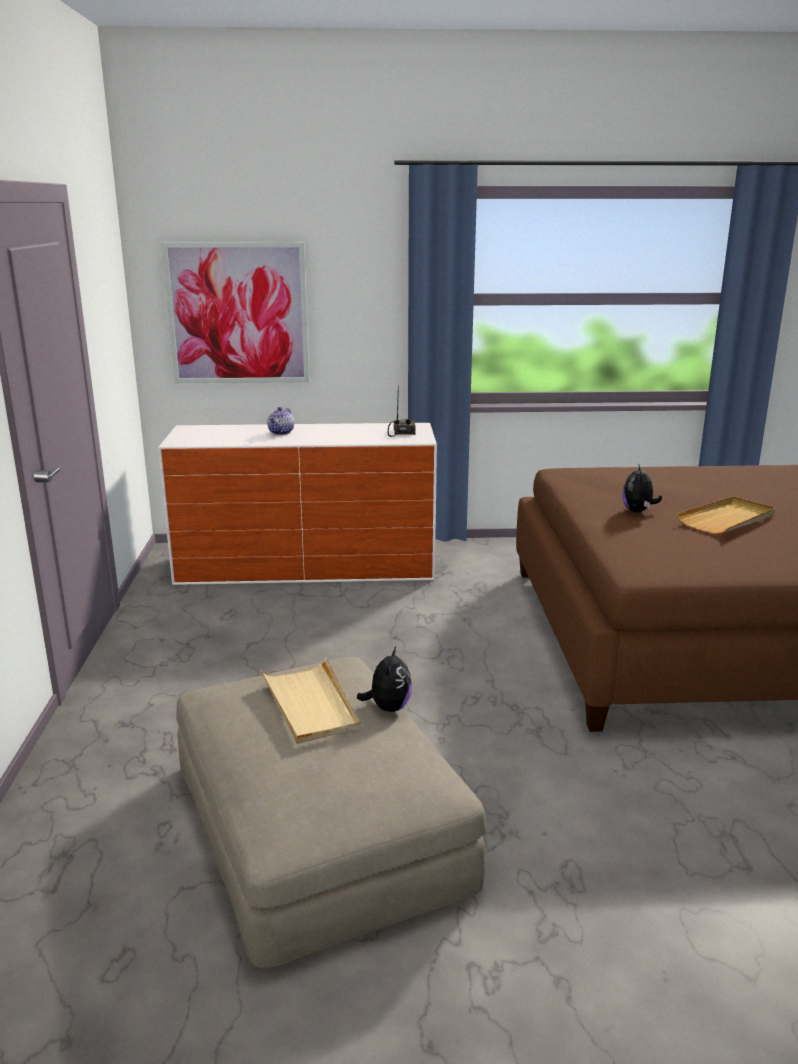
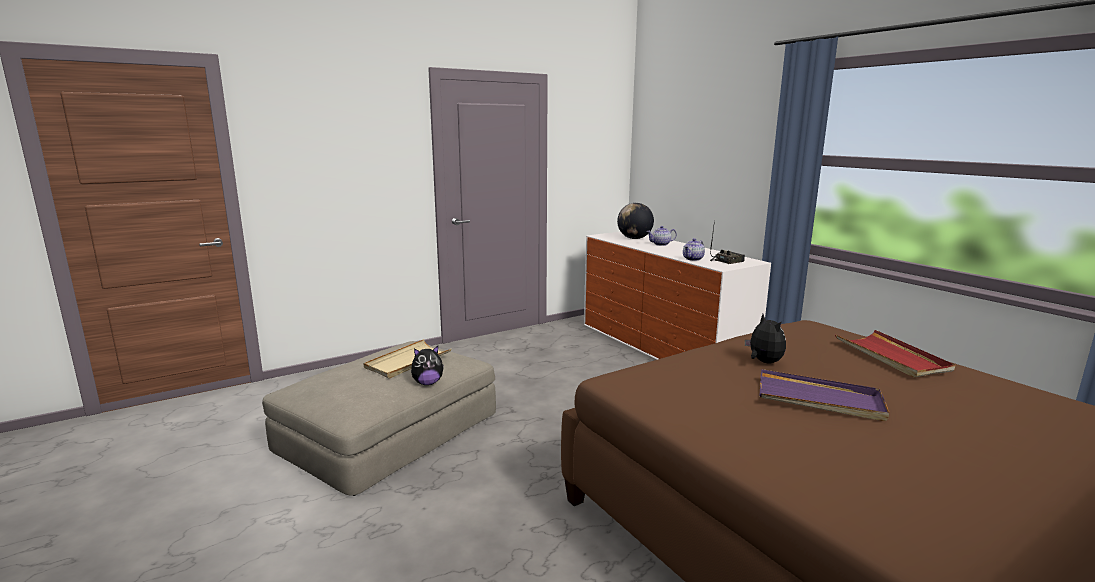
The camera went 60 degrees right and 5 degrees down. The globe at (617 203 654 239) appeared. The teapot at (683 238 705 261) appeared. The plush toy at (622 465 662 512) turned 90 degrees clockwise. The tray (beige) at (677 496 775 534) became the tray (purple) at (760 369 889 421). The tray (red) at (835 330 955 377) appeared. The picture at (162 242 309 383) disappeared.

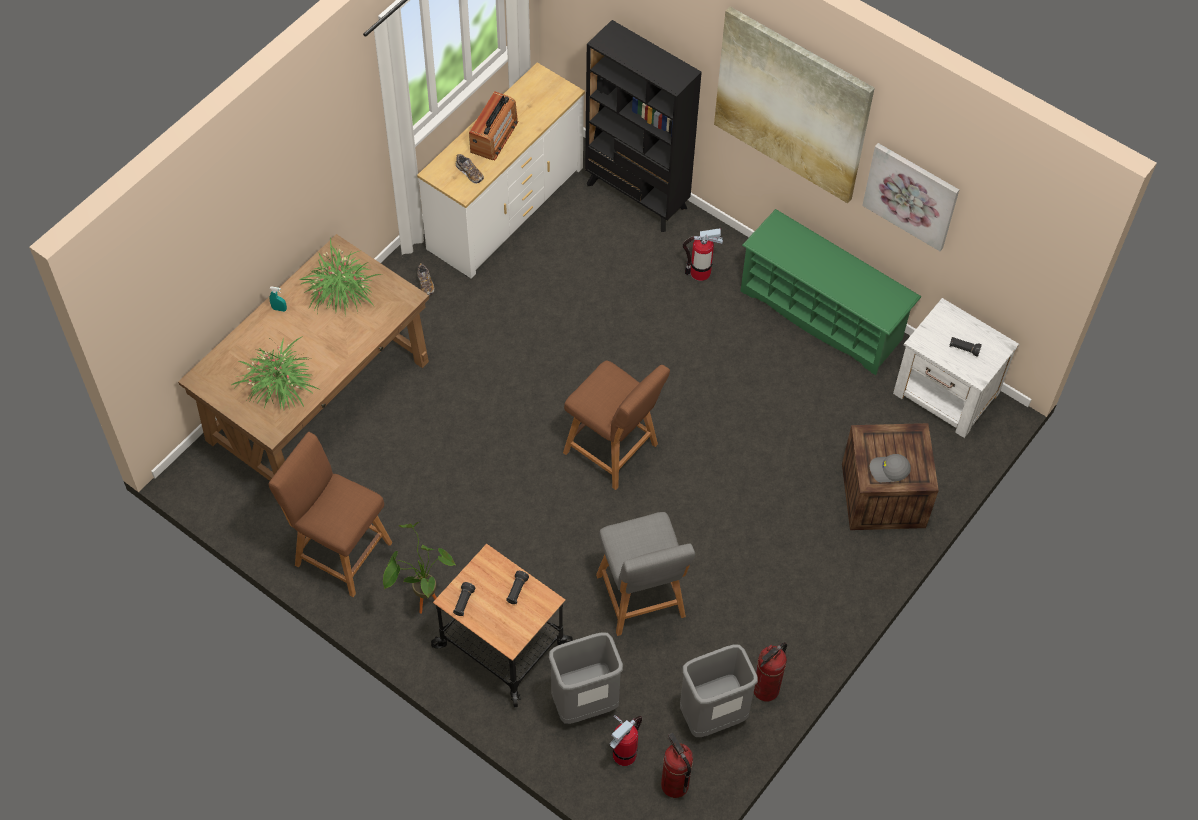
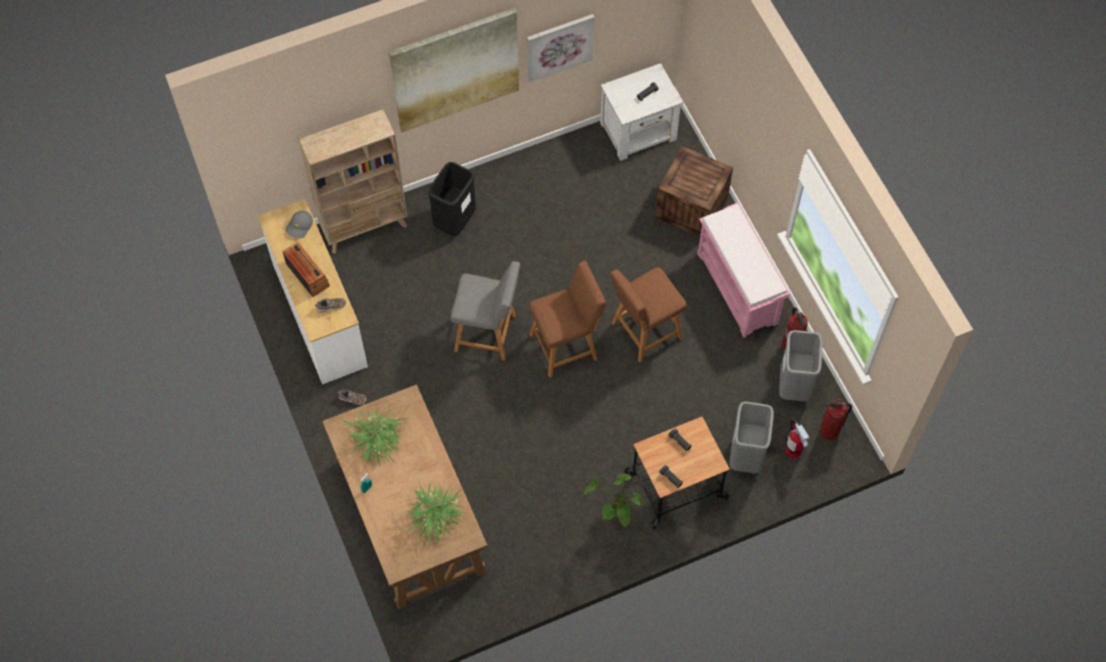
The camera went 60 degrees left and 5 degrees up. The cap (grey) moved from (870 454 911 482) to (286 211 313 238). The bookcase (black) at (585 20 702 232) became the bookcase (beige) at (298 109 407 254). The fire extinguisher at (683 228 723 281) was replaced by the trash can (black) at (428 162 476 236). The stool (grey) moved from (596 512 695 636) to (451 261 520 361). The stool (brown) moved from (268 432 392 597) to (610 267 687 363). The bench (pink) at (697 202 790 338) appeared. The shoe rack (green) at (740 209 921 375) disappeared.

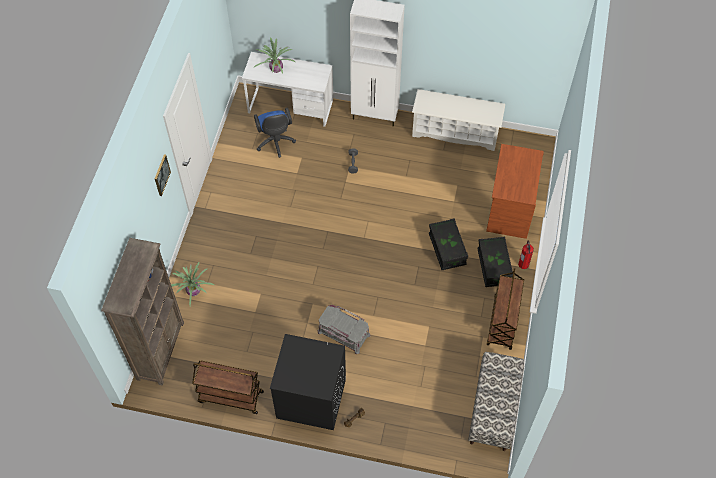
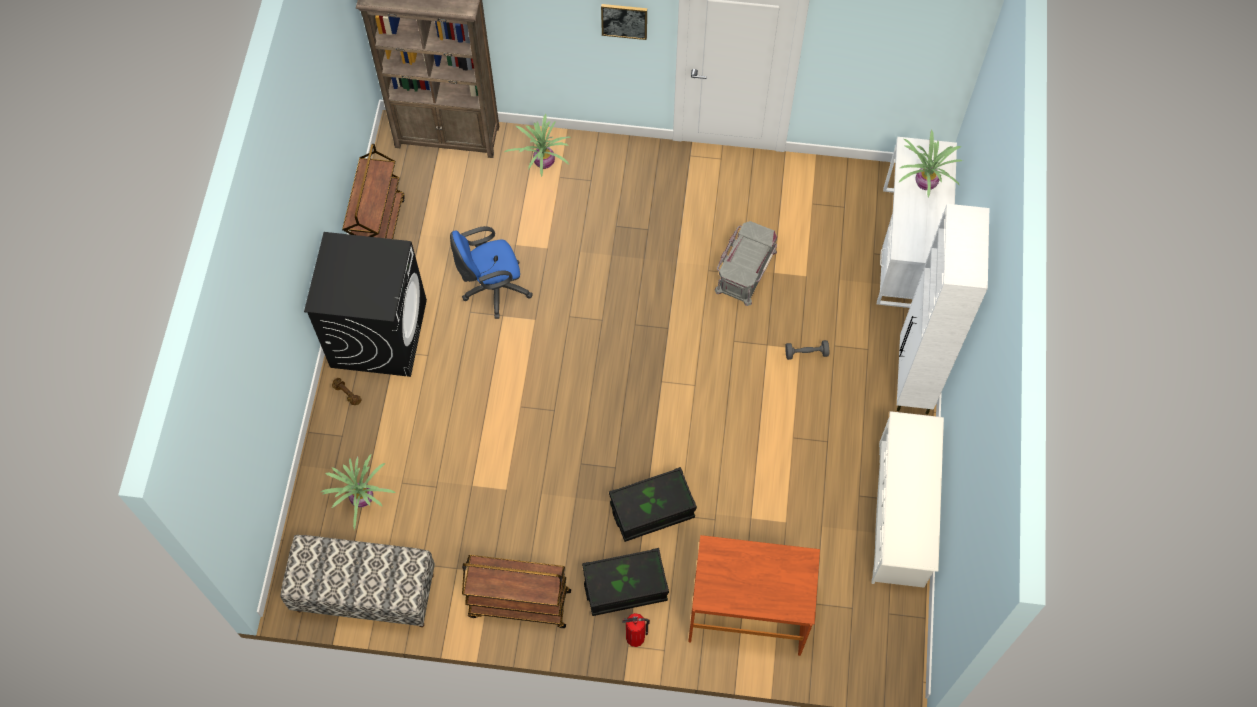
The camera went 85 degrees right and 5 degrees up. The potted plant at (321 454 396 531) appeared. The office chair (blue) moved from (254 108 296 158) to (450 226 533 319). The storage box (grey) moved from (318 305 370 354) to (715 221 777 306).

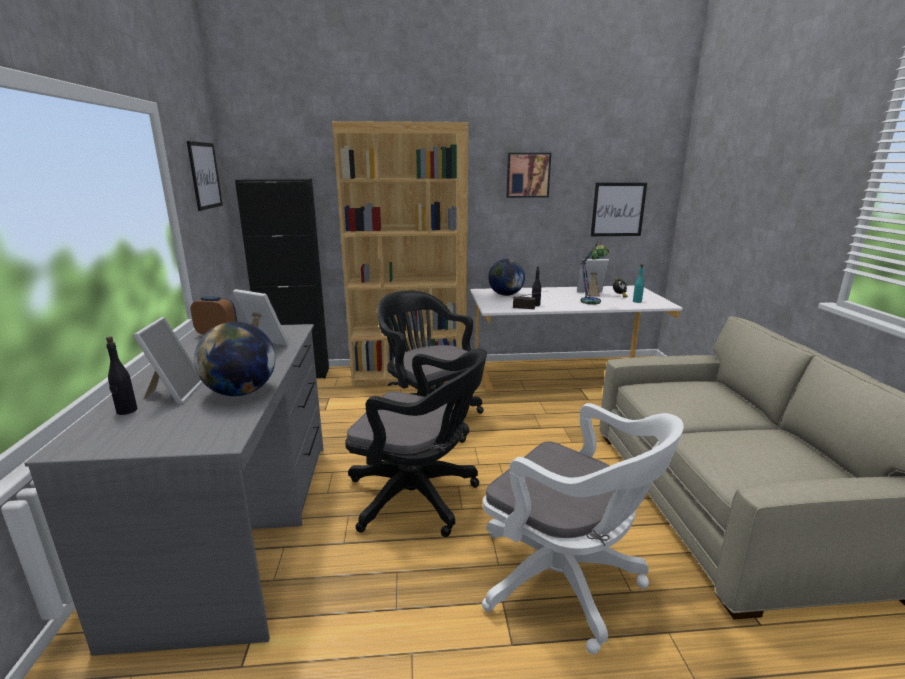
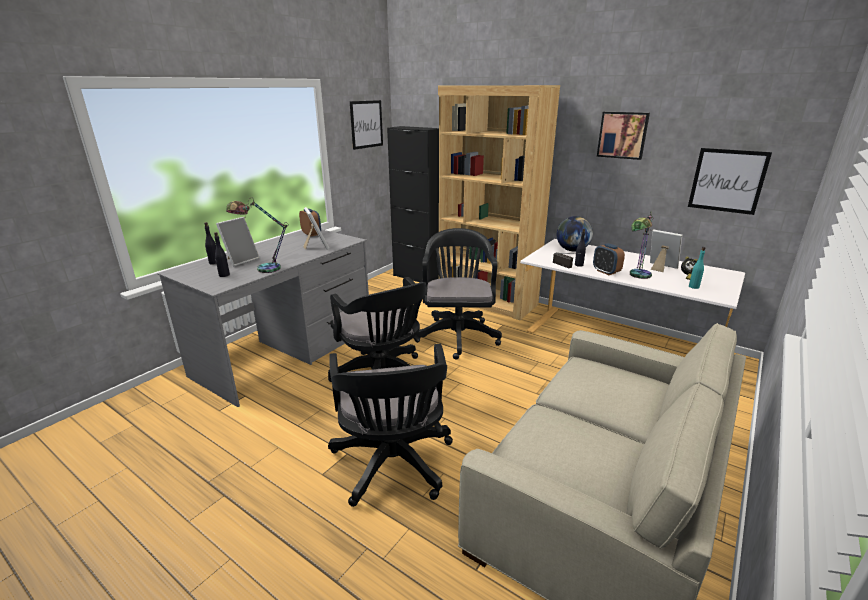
The camera went 40 degrees right and 5 degrees up. The bottle (black) at (214 232 230 277) appeared. The globe at (194 322 275 396) was replaced by the table lamp at (226 197 287 273). The office chair (white) at (482 403 684 654) became the office chair (black) at (328 344 453 507). The alarm clock at (593 243 625 275) appeared.

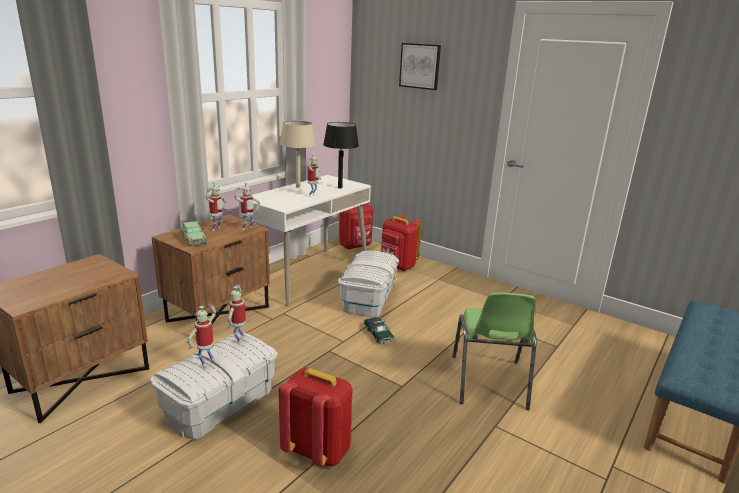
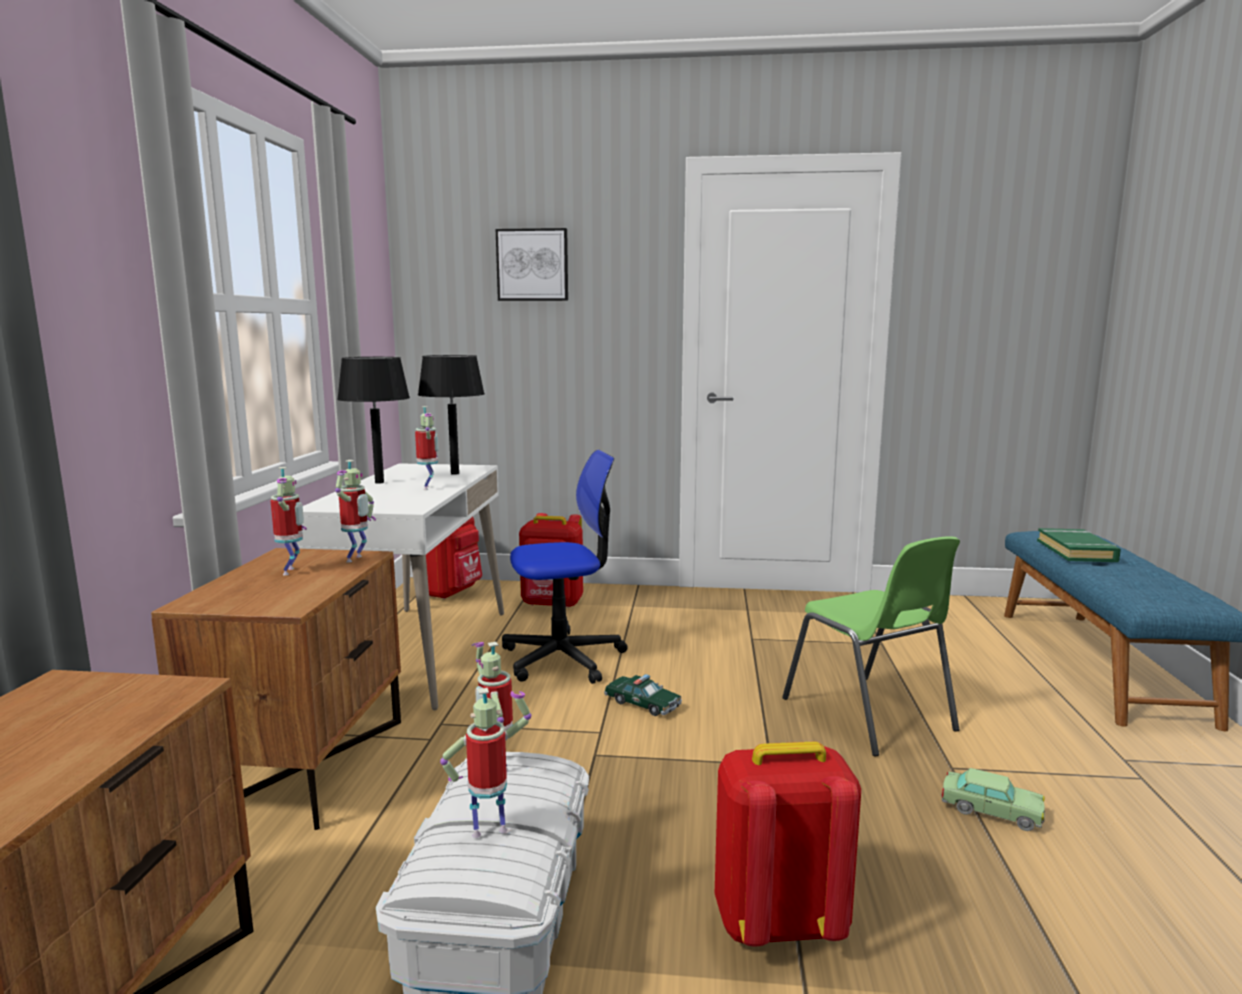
The camera went 30 degrees left and 10 degrees down. The table lamp (beige) at (280 121 316 188) became the table lamp (black) at (337 357 410 484). The toy robot at (187 304 216 367) turned 75 degrees clockwise. The storage box (white) at (338 251 399 317) was replaced by the office chair at (502 450 628 684). The toy car moved from (180 221 207 246) to (941 768 1045 831). The book (green) at (1037 528 1121 562) appeared.

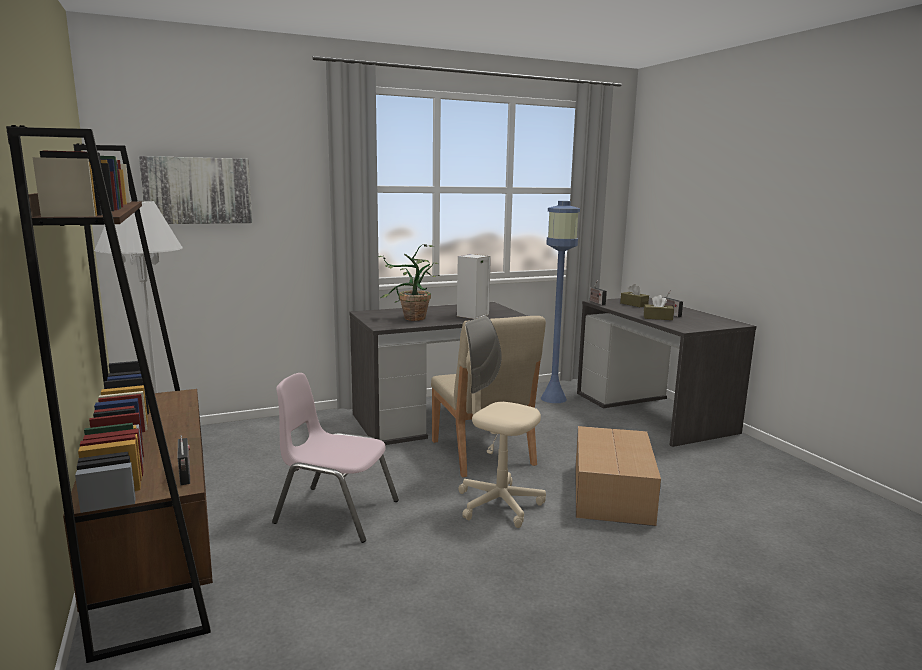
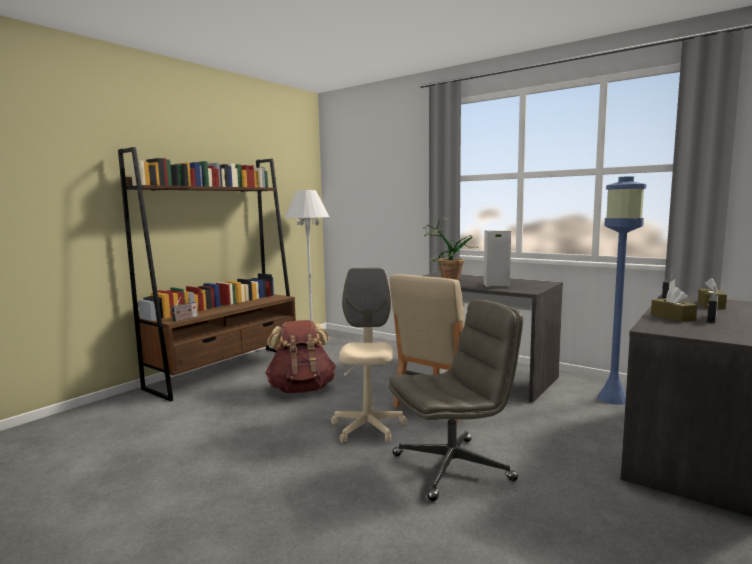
The camera went 60 degrees right and 5 degrees down. The chair (pink) at (272 373 399 543) was replaced by the backpack (brown) at (265 320 336 393). The cardboard box at (575 426 661 526) was replaced by the office chair (grey) at (389 299 523 501). The picture at (139 156 252 224) disappeared.

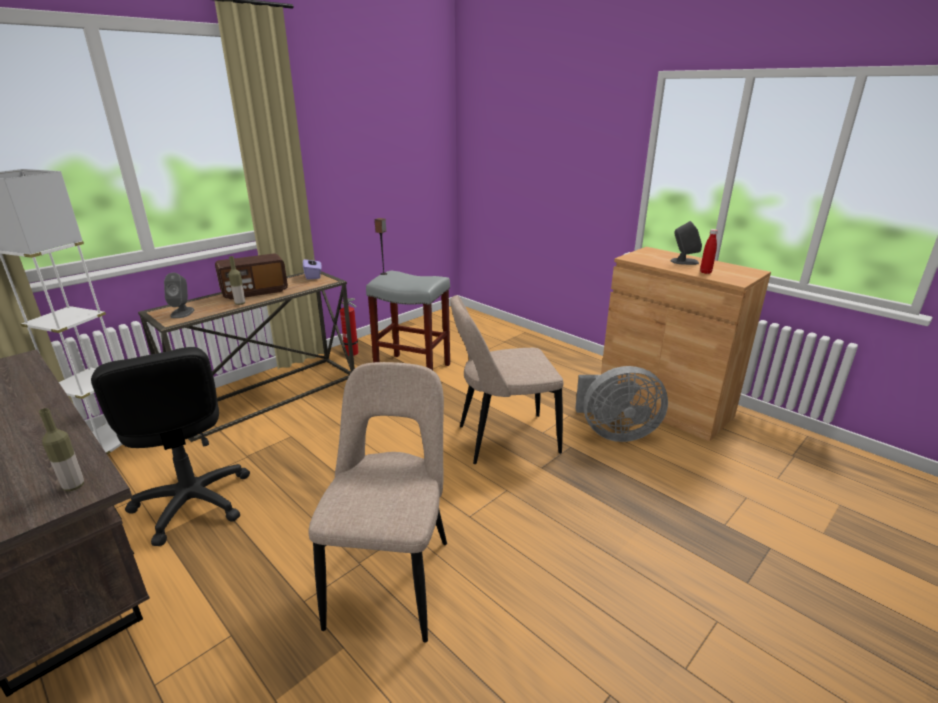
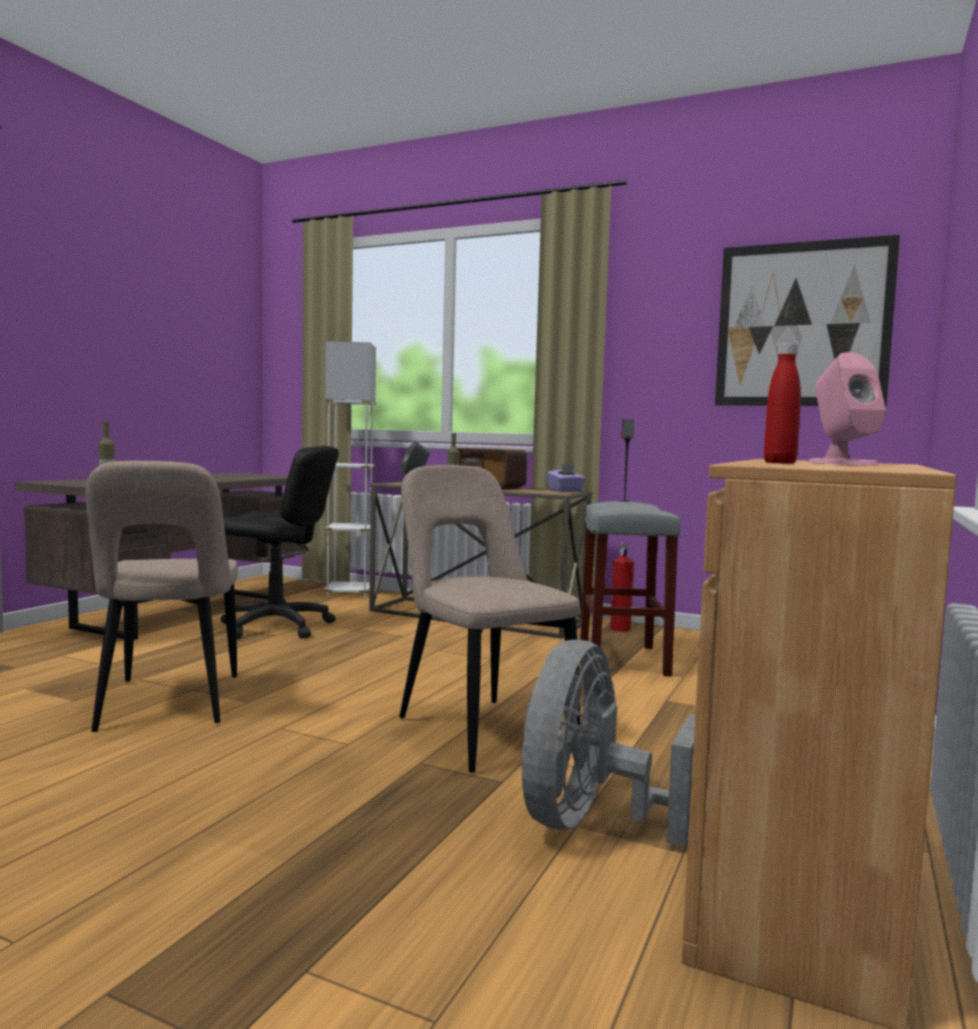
The camera went 70 degrees right and 20 degrees down. The chair (beige) at (308 362 447 642) turned 90 degrees clockwise. The office chair (black) at (91 347 250 546) turned 120 degrees counterclockwise. The fan (grey) at (575 366 668 442) turned 45 degrees clockwise. The picture at (715 235 900 407) appeared. The speaker (grey) at (671 221 702 265) became the speaker (pink) at (808 352 886 465).

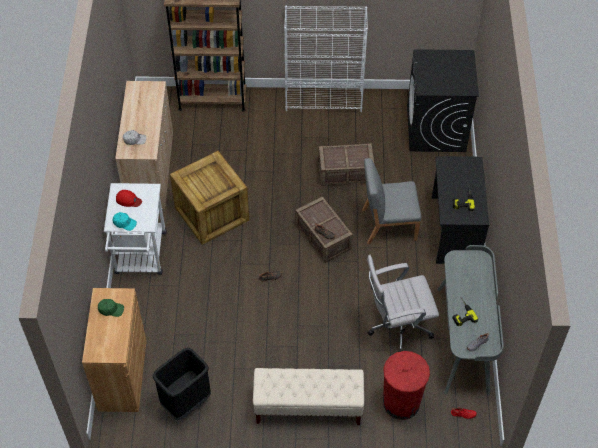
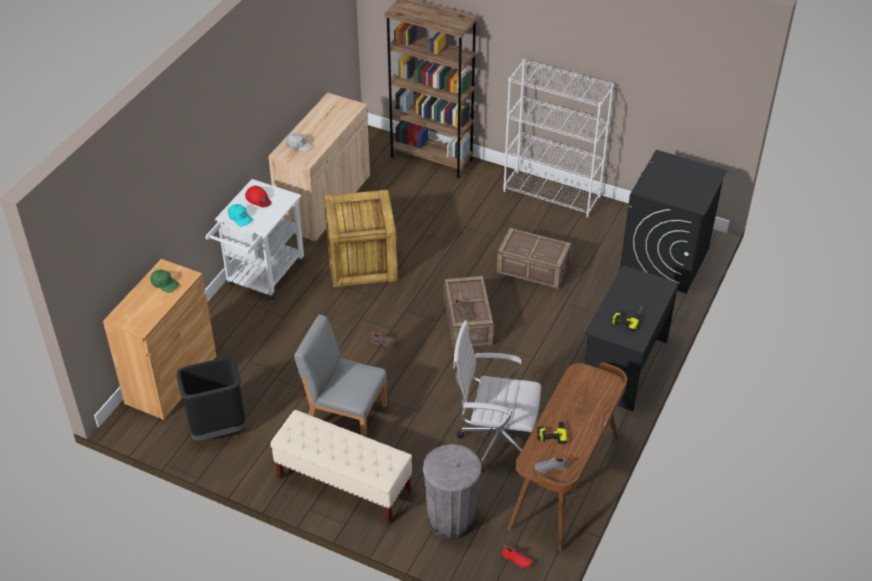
The camera went 25 degrees right and 10 degrees down. The chair (grey) moved from (362 158 421 244) to (294 314 387 437). The trash can (red) at (383 351 430 420) became the trash can (grey) at (423 444 481 540). The desk (grey) at (437 245 504 395) became the desk (brown) at (508 363 627 552).

